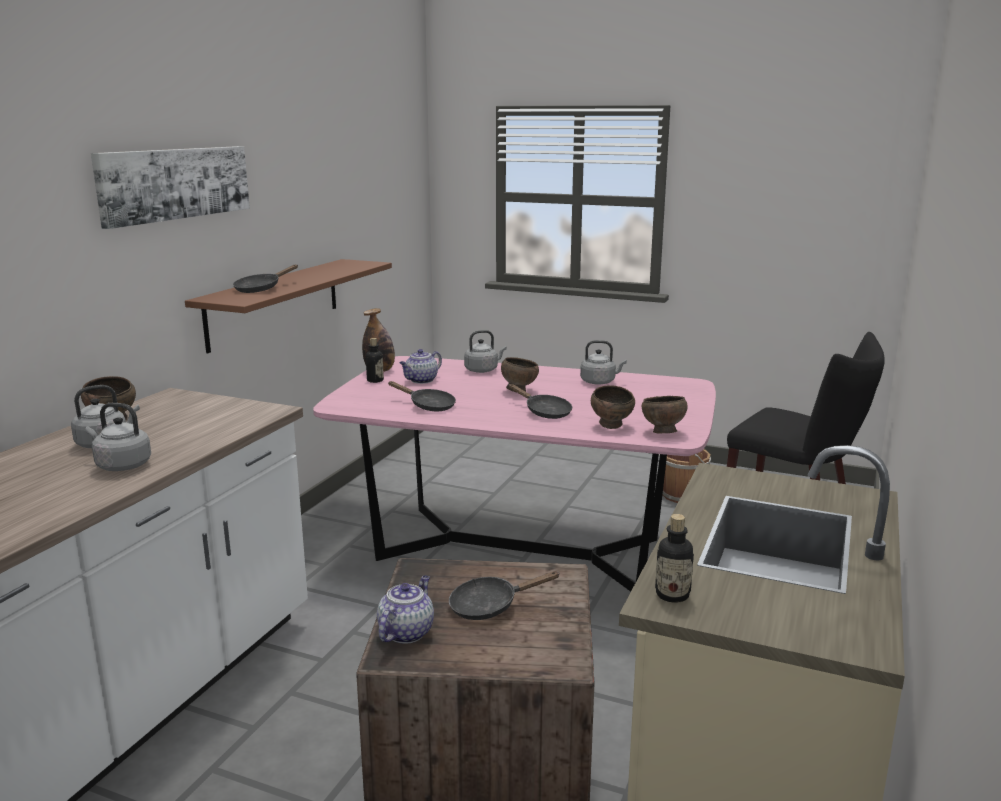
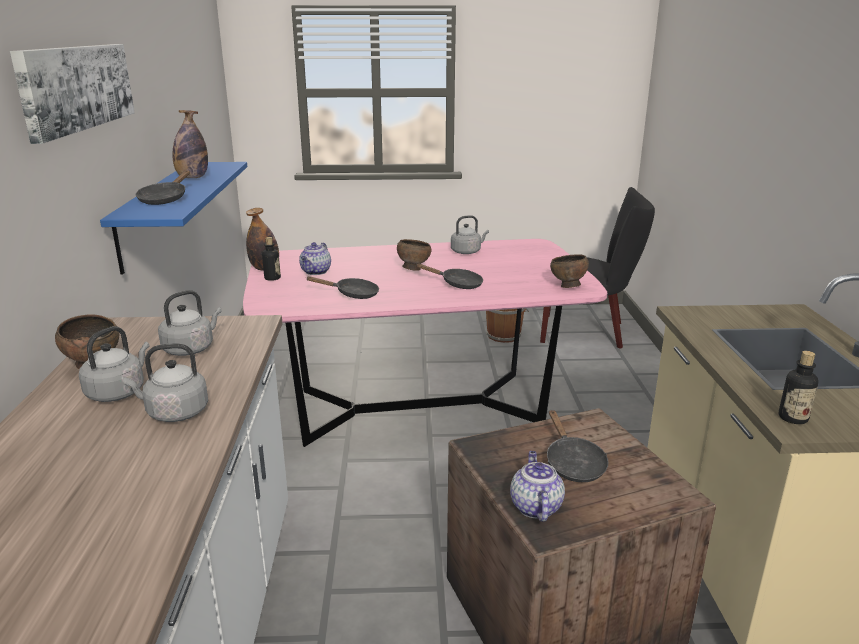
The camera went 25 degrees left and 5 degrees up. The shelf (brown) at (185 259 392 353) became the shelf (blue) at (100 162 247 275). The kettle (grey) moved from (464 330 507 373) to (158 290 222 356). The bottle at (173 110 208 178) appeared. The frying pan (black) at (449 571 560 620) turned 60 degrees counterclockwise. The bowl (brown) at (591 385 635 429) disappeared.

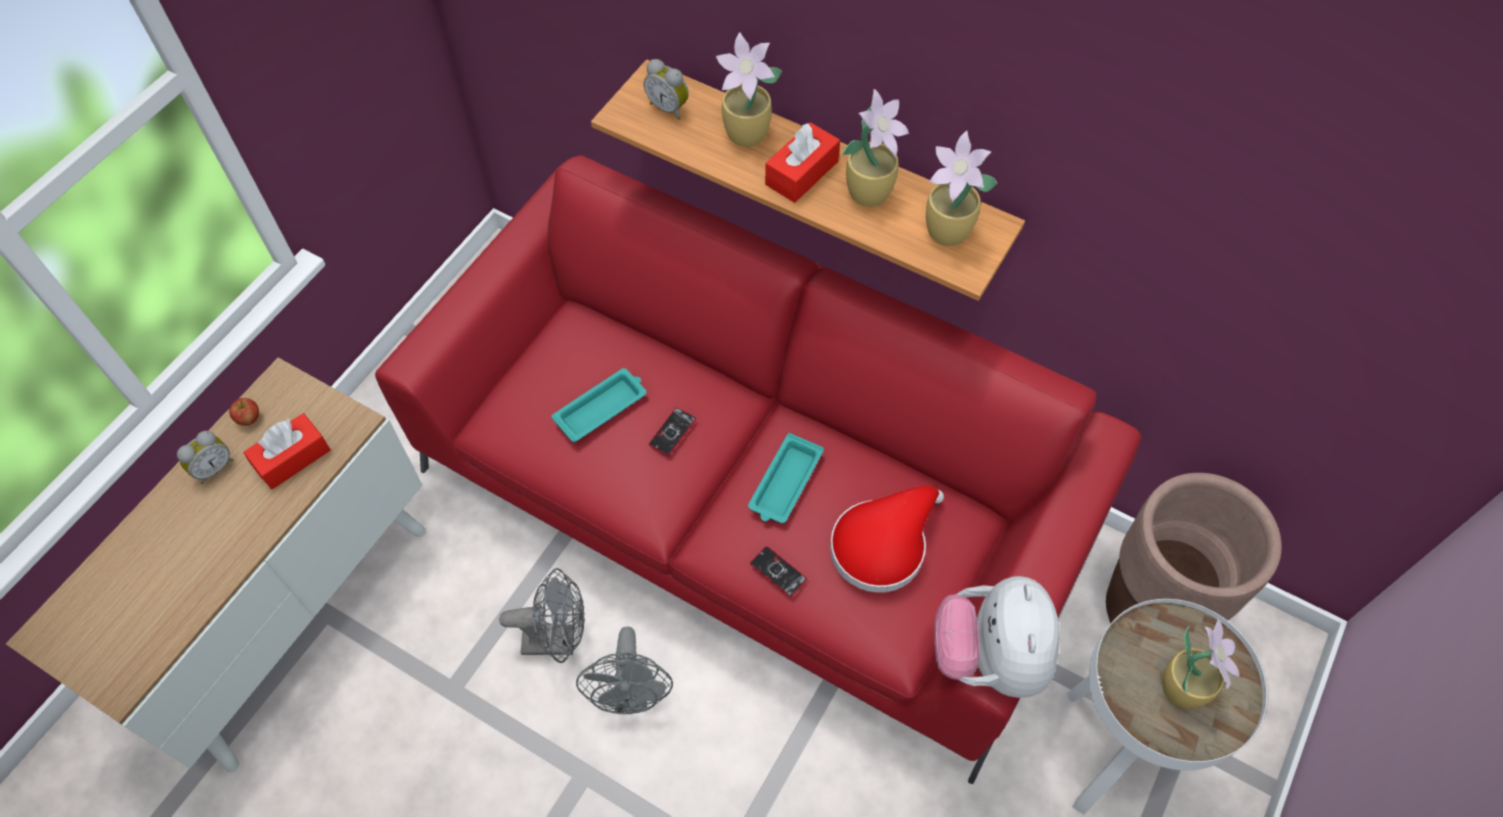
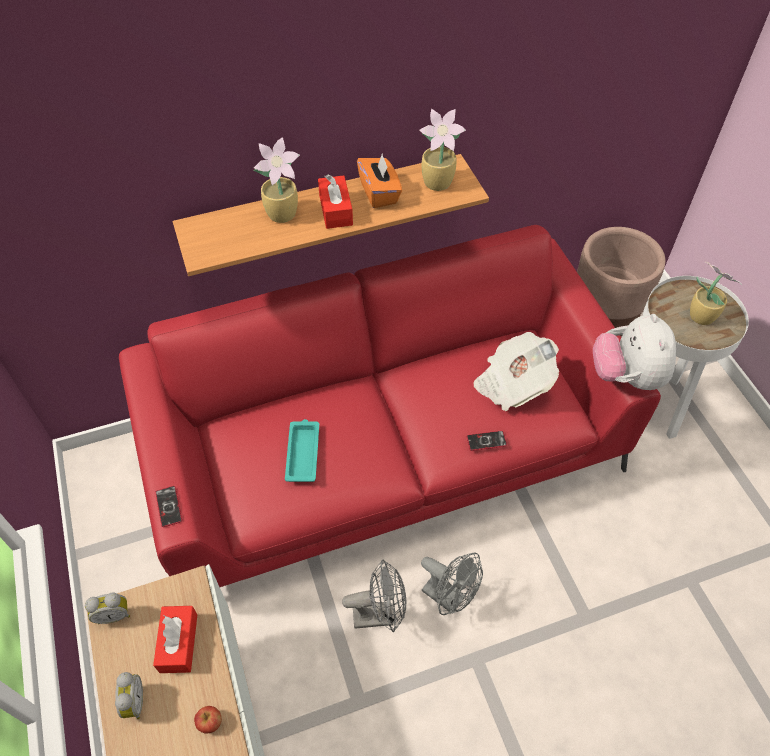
The camera went 50 degrees left and 5 degrees down. The alarm clock moved from (644 59 689 120) to (85 592 130 624). The phone moved from (649 408 696 456) to (155 486 182 527). The apple moved from (229 398 259 426) to (194 706 222 734). The fan (grey) at (499 568 585 663) turned 45 degrees clockwise. The potted plant at (842 89 909 207) was replaced by the tissue box (orange) at (357 153 402 208). The hat (red) at (830 486 944 593) was replaced by the newspaper at (473 332 559 411). The plush toy at (934 576 1060 698) turned 45 degrees clockwise. The tray (turquoise) at (748 433 824 523) disappeared.

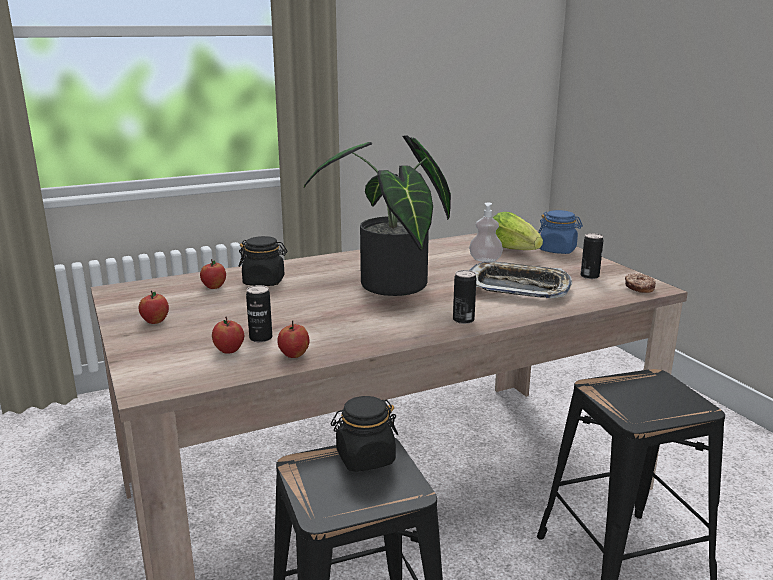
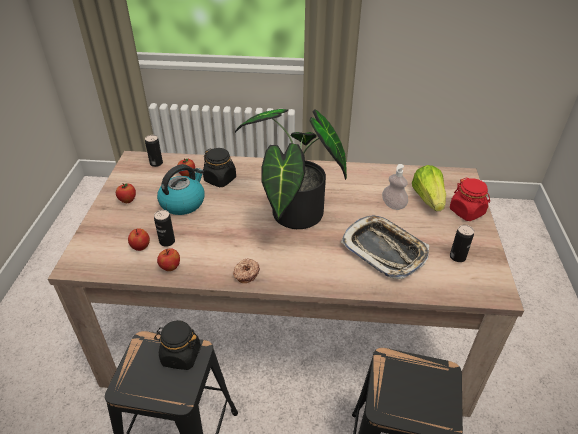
The camera went 30 degrees right and 20 degrees up. The can moved from (453 270 476 324) to (145 135 163 167). The kettle at (157 164 205 215) appeared. The donut moved from (625 273 656 293) to (233 259 260 283). The jar (blue) at (538 210 583 254) became the jar (red) at (450 177 490 221).

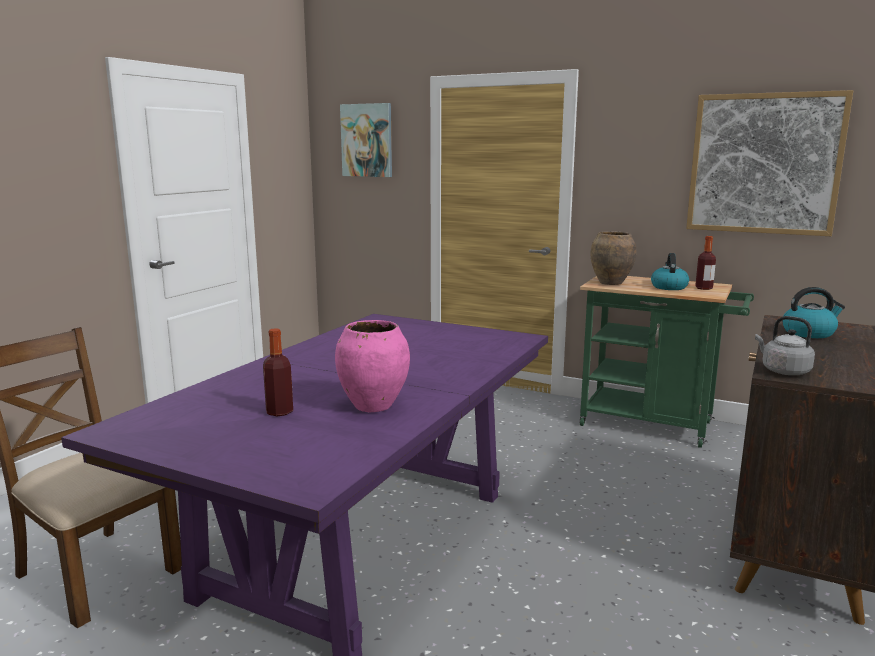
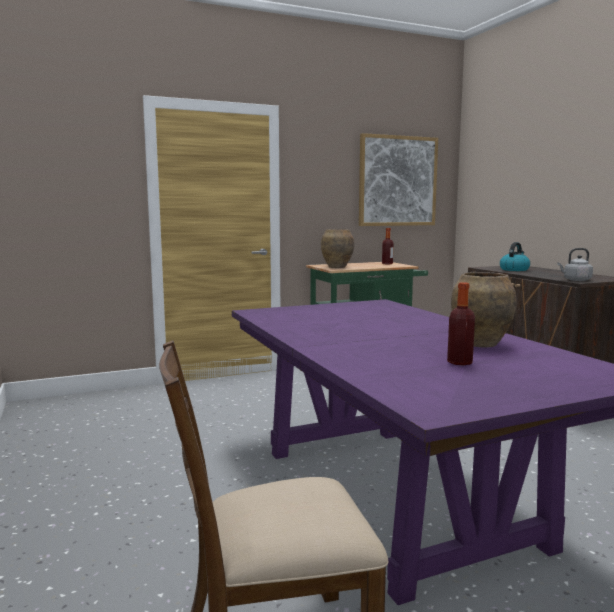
The camera went 50 degrees left and 5 degrees down. The vase (pink) at (335 320 410 412) became the vase (brown) at (451 272 517 348). The picture at (340 103 392 177) disappeared. The kettle at (651 253 689 290) disappeared.

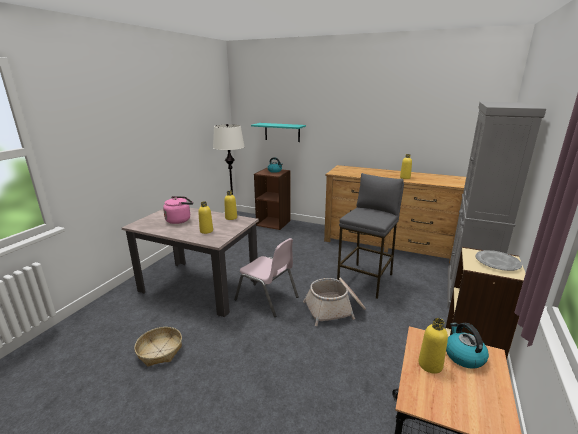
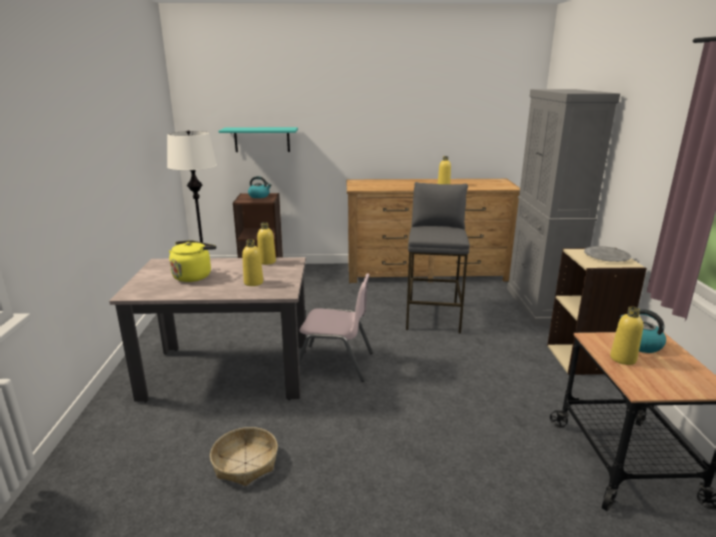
The camera went 25 degrees left and 0 degrees up. The kettle (pink) at (163 196 193 224) became the kettle (yellow) at (169 240 216 282). The basket at (303 277 366 326) disappeared.

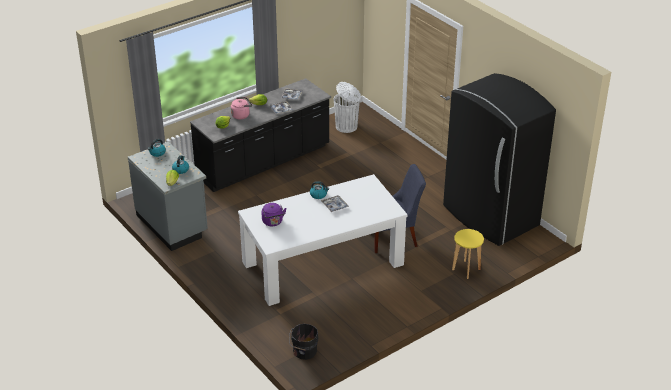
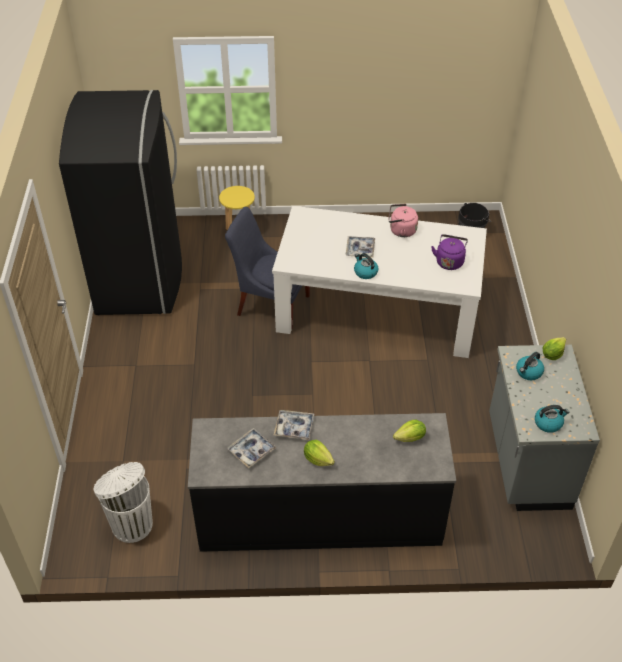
The camera went 145 degrees left and 10 degrees up. The kettle (pink) moved from (231 97 252 119) to (388 204 418 237).

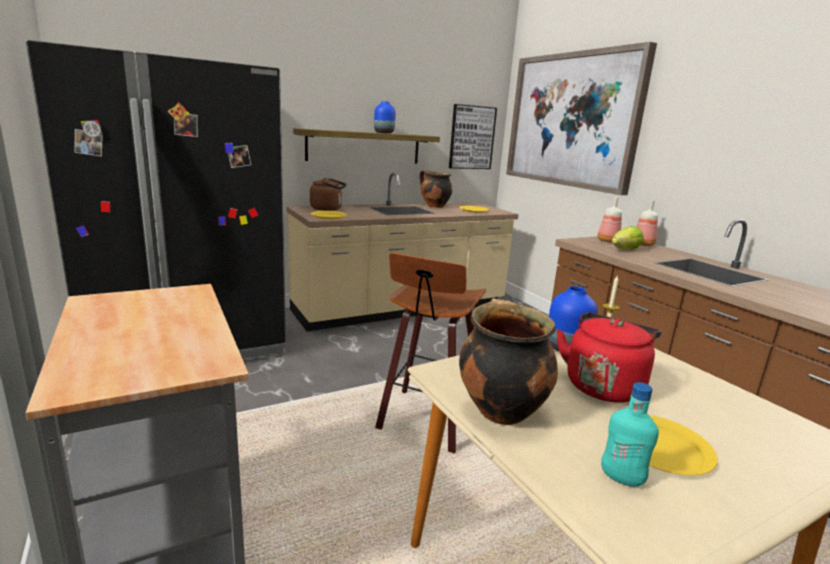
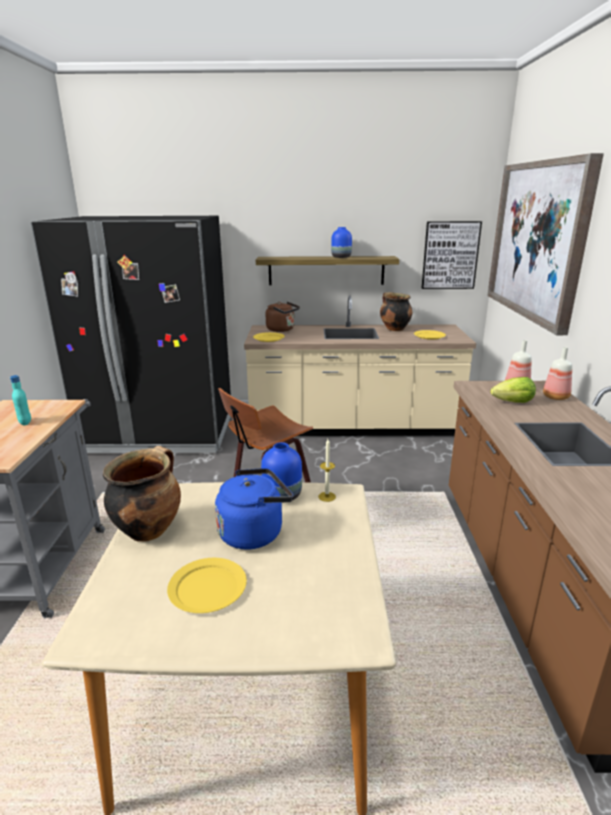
The camera went 30 degrees right and 5 degrees up. The bottle (turquoise) moved from (601 382 659 487) to (10 375 31 425). The kettle (red) at (557 312 661 402) became the kettle (blue) at (215 468 293 550).

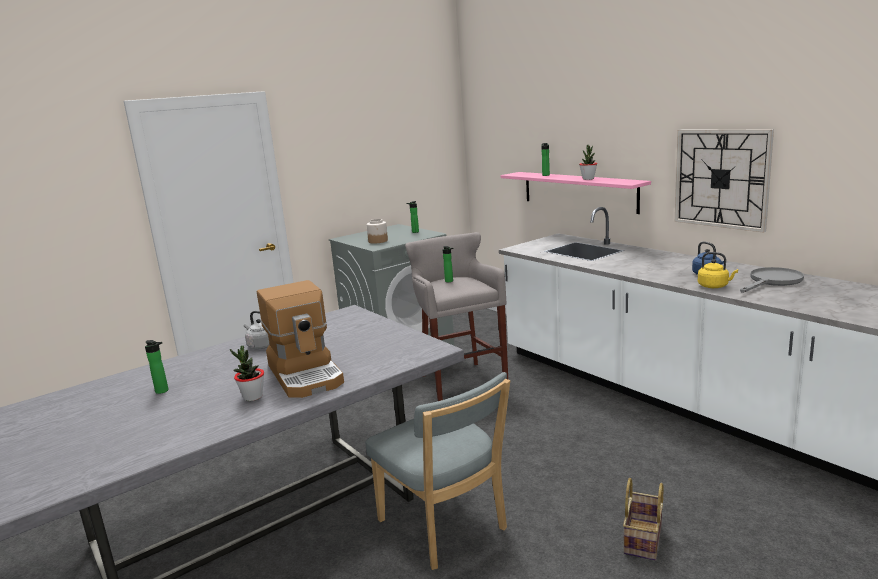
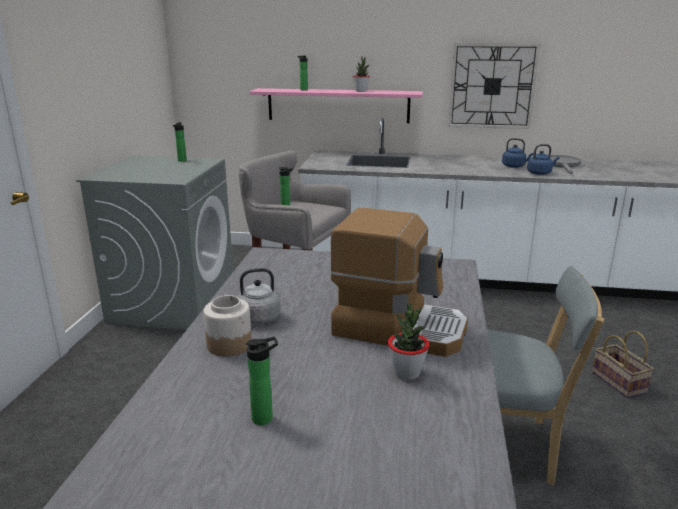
The camera went 45 degrees left and 5 degrees up. The jar moved from (366 219 388 244) to (203 295 252 357). The kettle (yellow) at (698 252 738 288) became the kettle (blue) at (527 144 559 175).

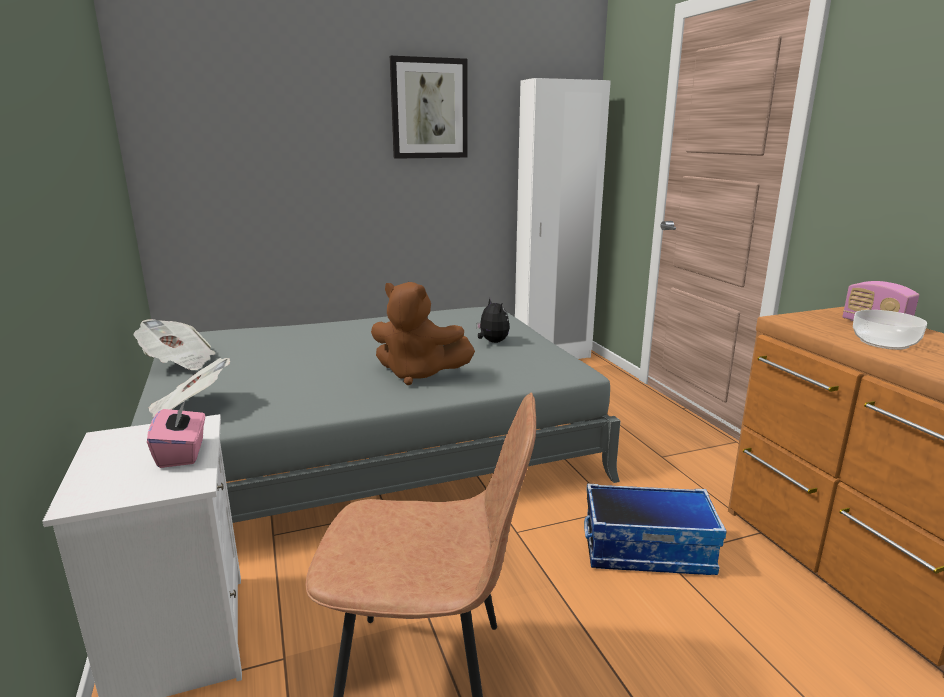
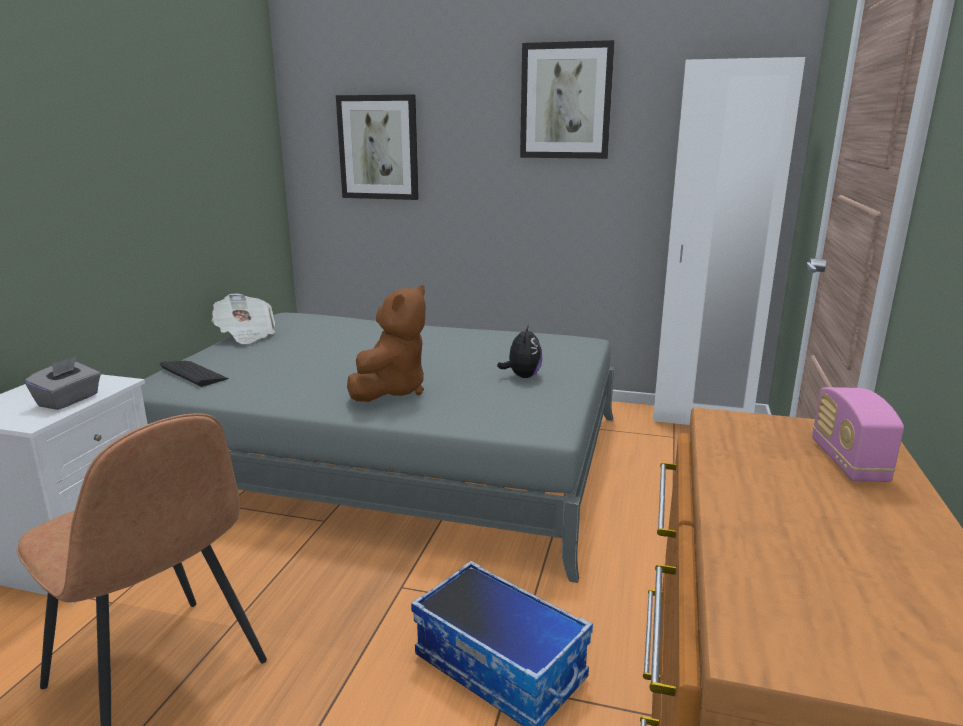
The camera went 35 degrees right and 0 degrees up. The tissue box (pink) at (147 399 205 468) became the tissue box (grey) at (25 356 101 410). The newspaper at (148 358 230 417) was replaced by the keyboard at (160 361 229 387). The picture at (336 95 419 200) appeared. The plush toy (brown) at (371 282 475 385) turned 120 degrees counterclockwise. The bowl at (853 310 927 350) disappeared.

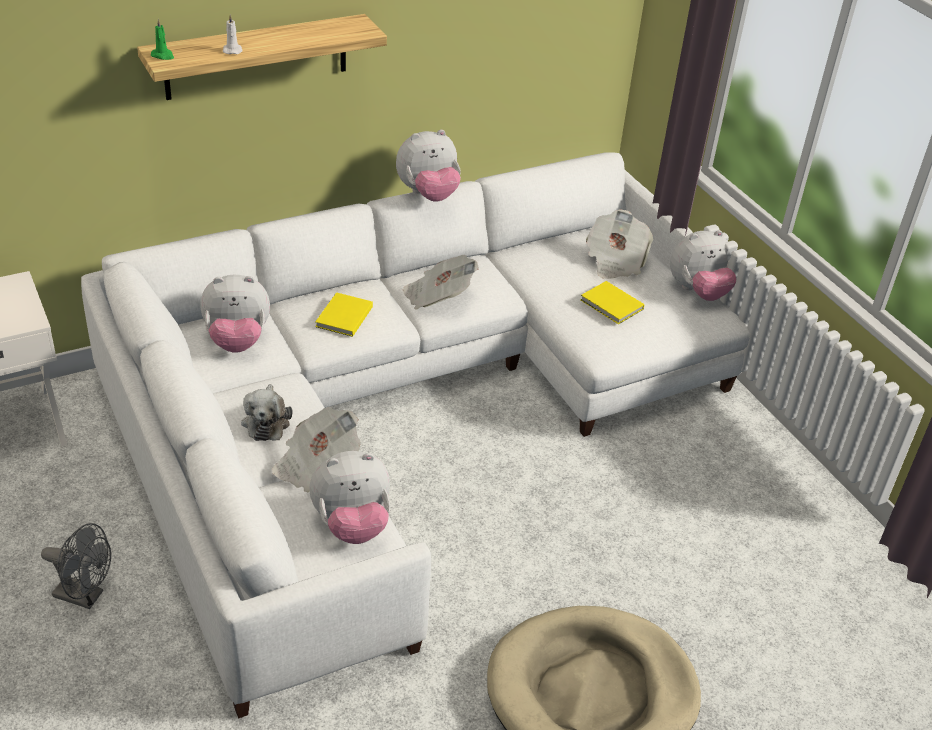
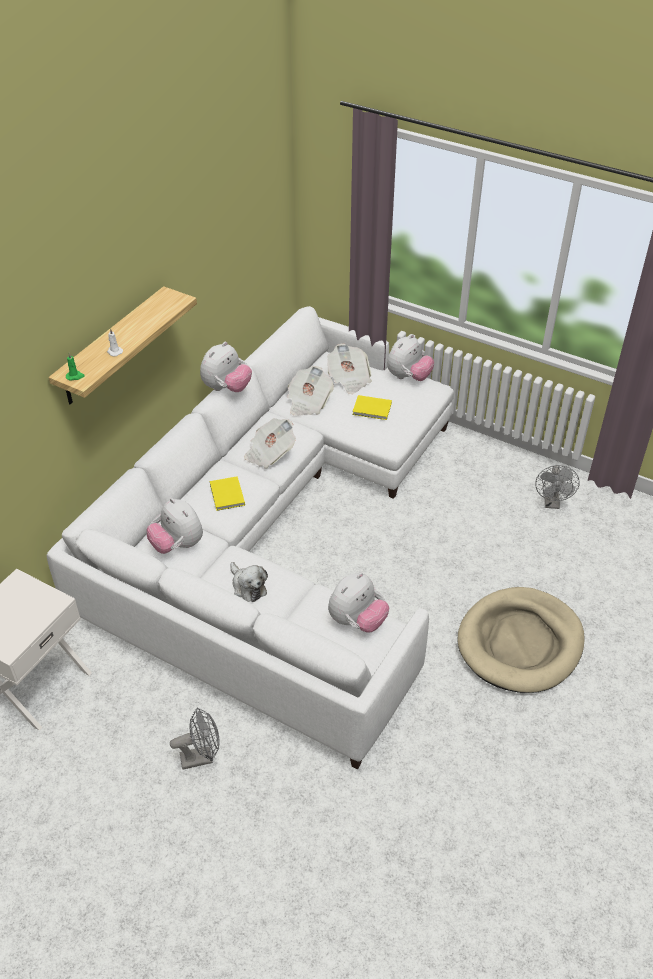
The camera went 30 degrees left and 5 degrees up. The plush toy at (200 275 270 353) turned 90 degrees clockwise. The newspaper moved from (272 407 361 492) to (287 366 334 416). The fan (grey) at (535 465 580 509) appeared.

